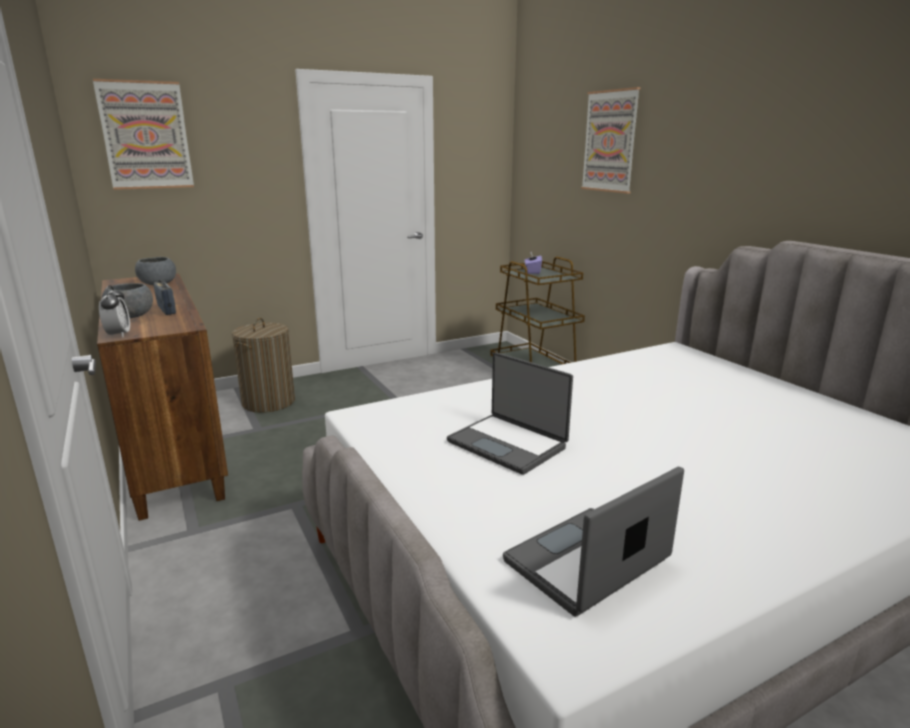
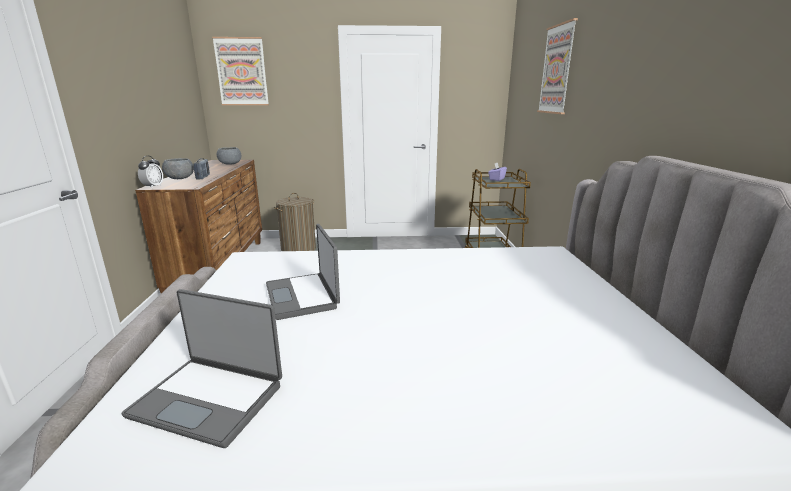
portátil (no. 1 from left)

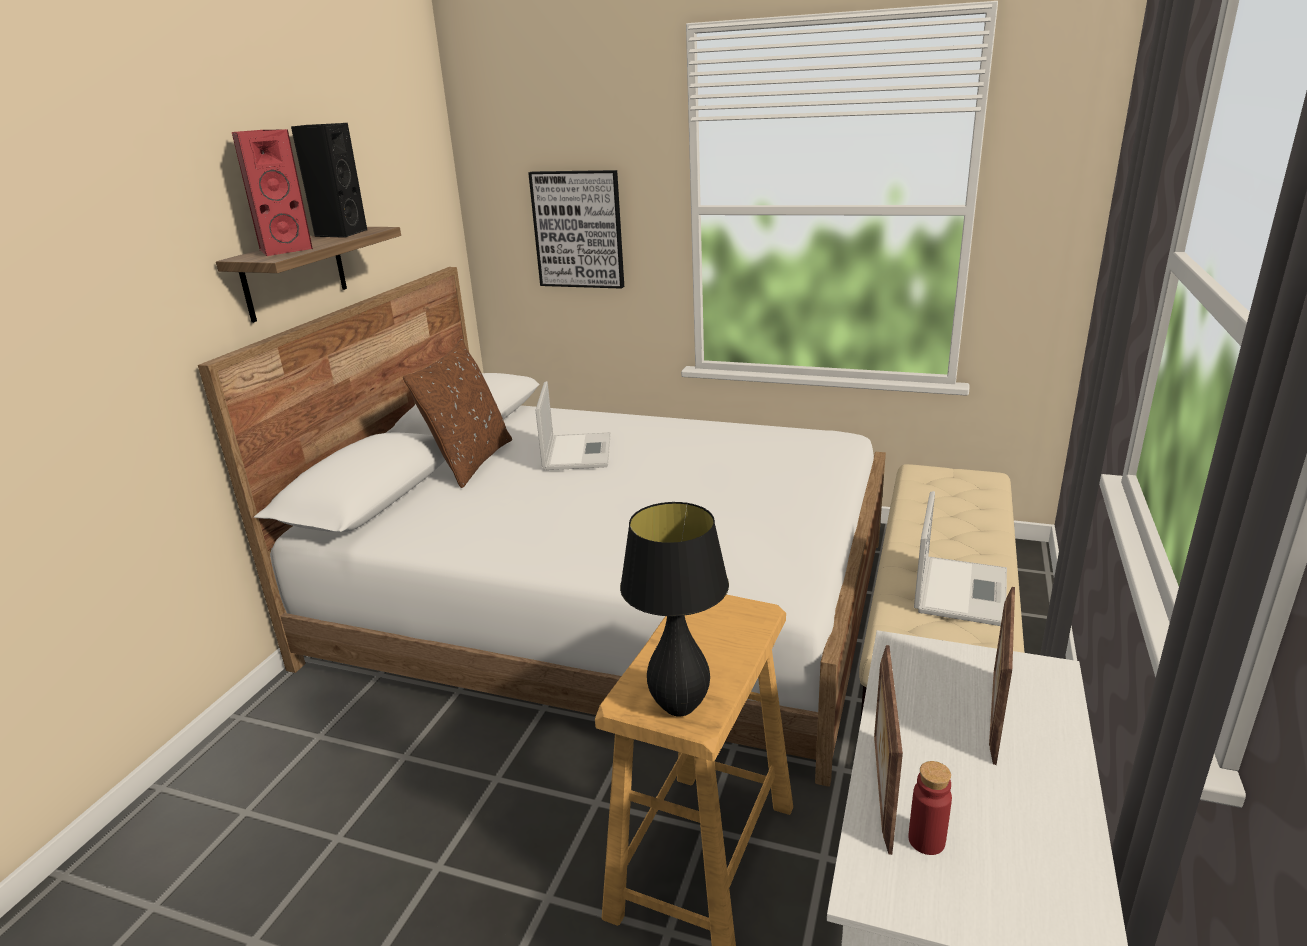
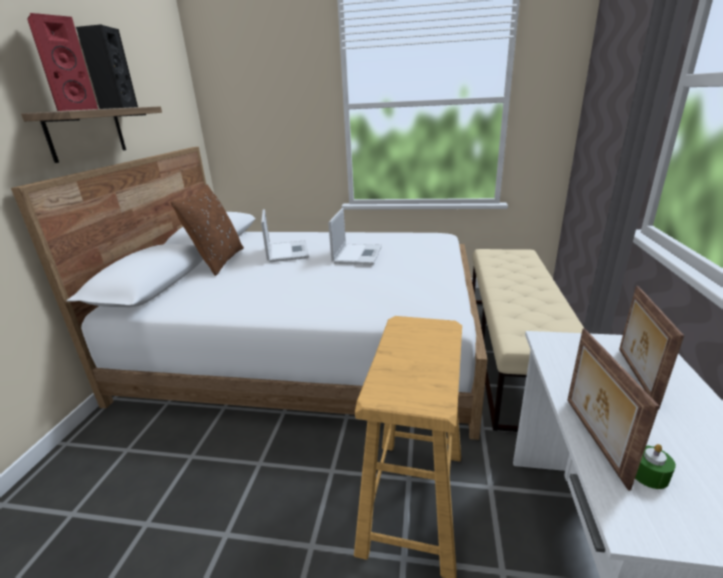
cuadro
lámpara de mesa/negro
vela/verde
portátil (no. 2 from left)

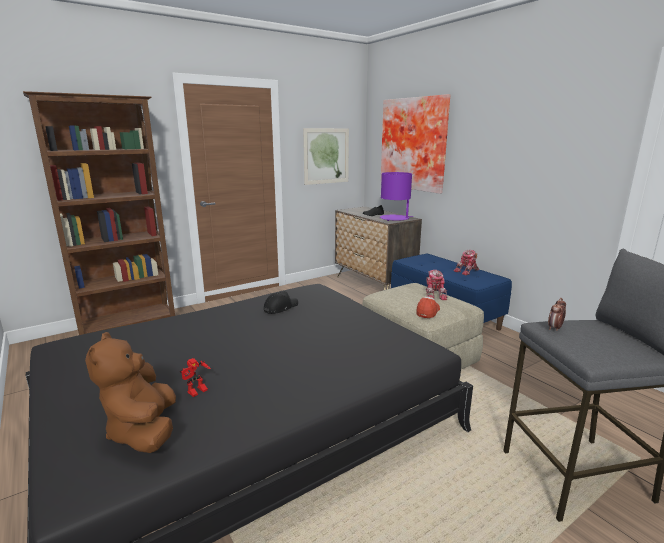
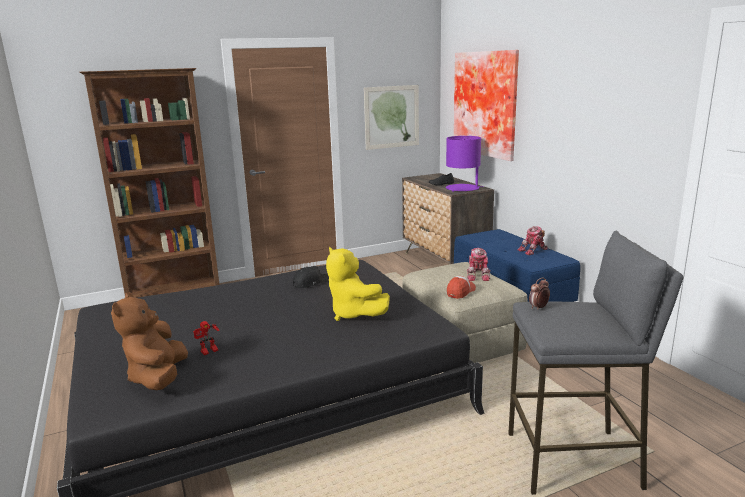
peluche/amarillo

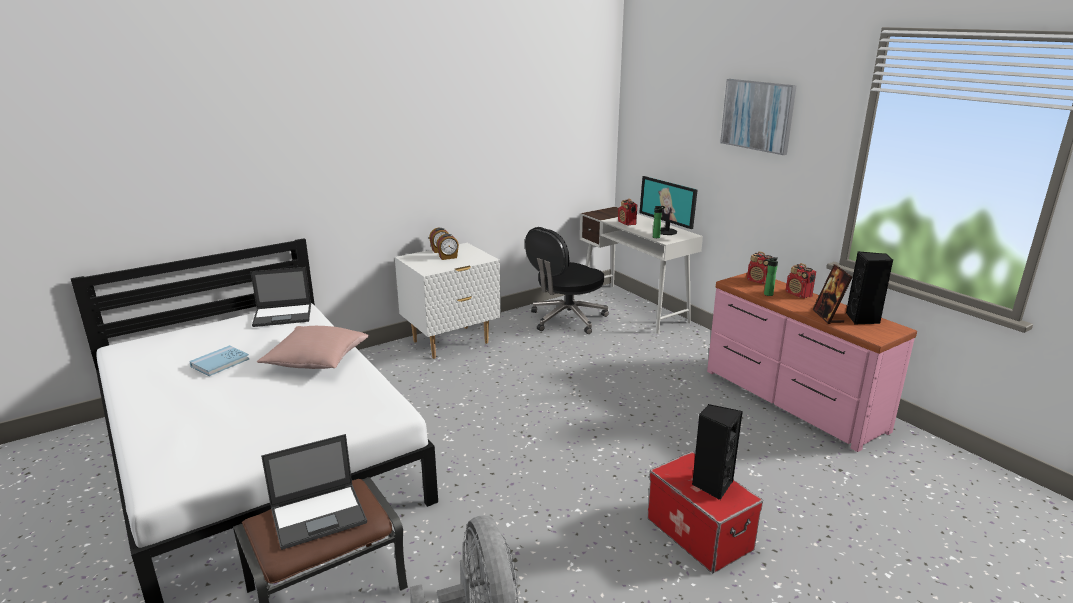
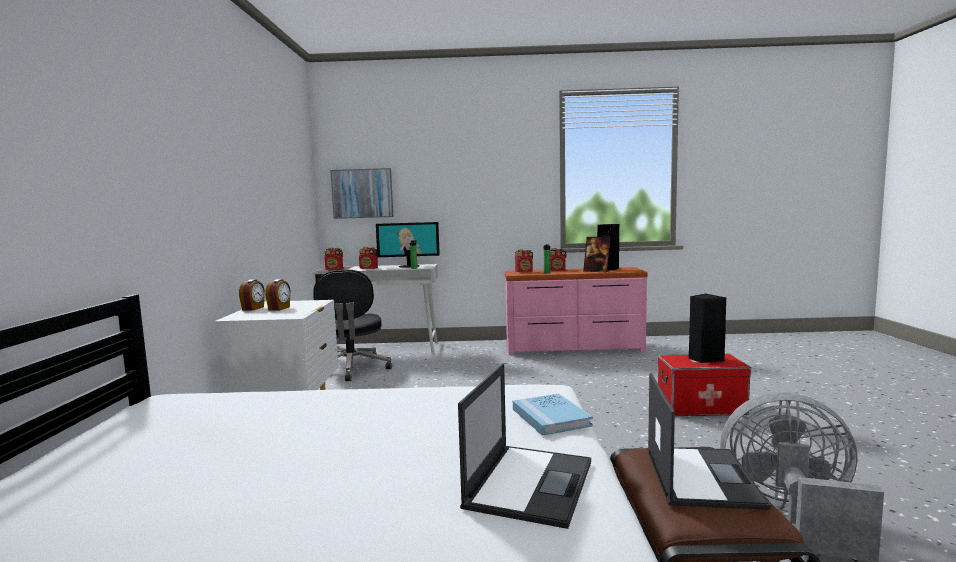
libro/azul
portátil (no. 1 from left)
cojín/rosa
cuadro
radio (no. 1 from left)

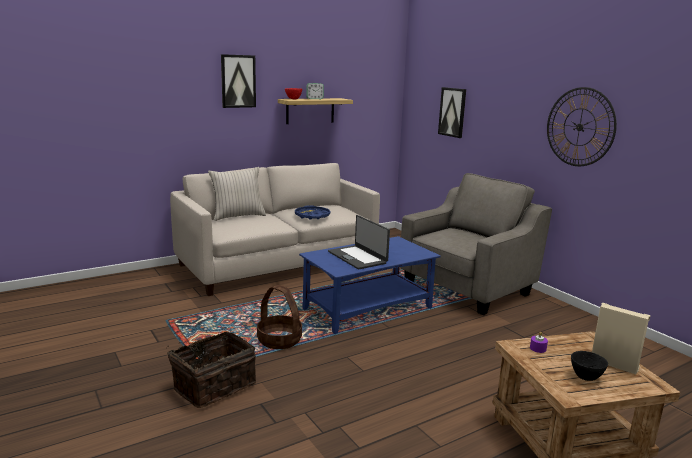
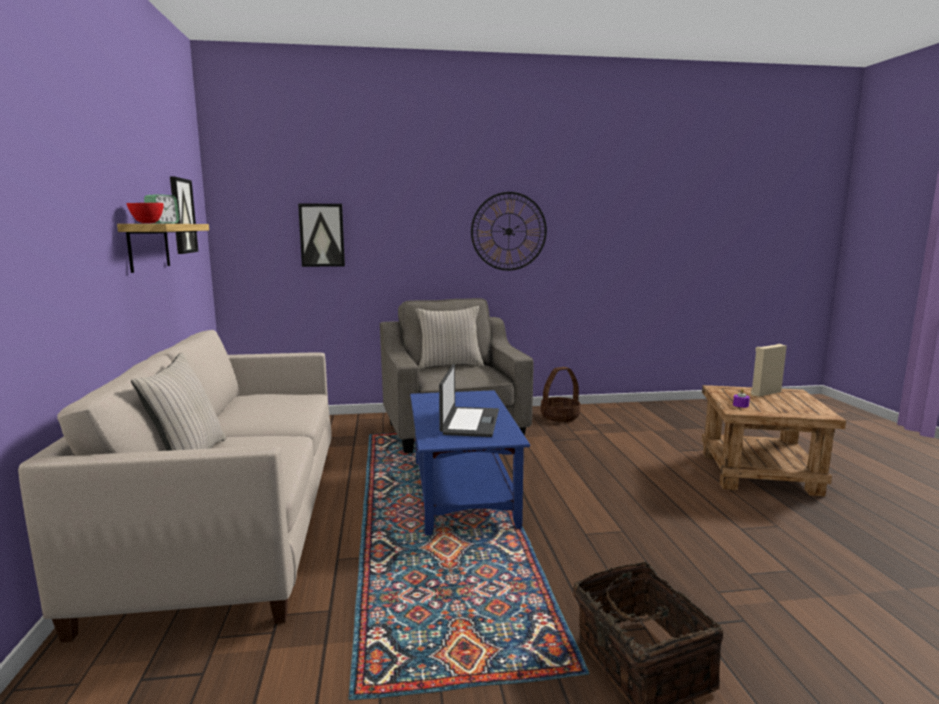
cuadro (no. 1 from left)
cesta (no. 1 from left)
bandeja/azul
portátil
cuenco/negro
cojín/beis (no. 2 from left)

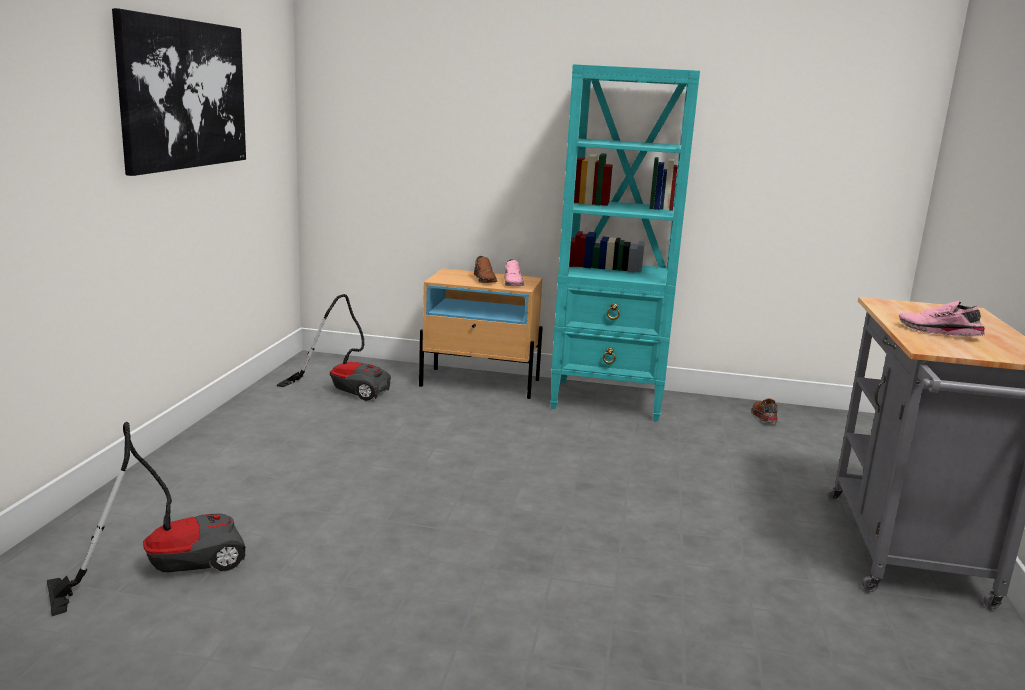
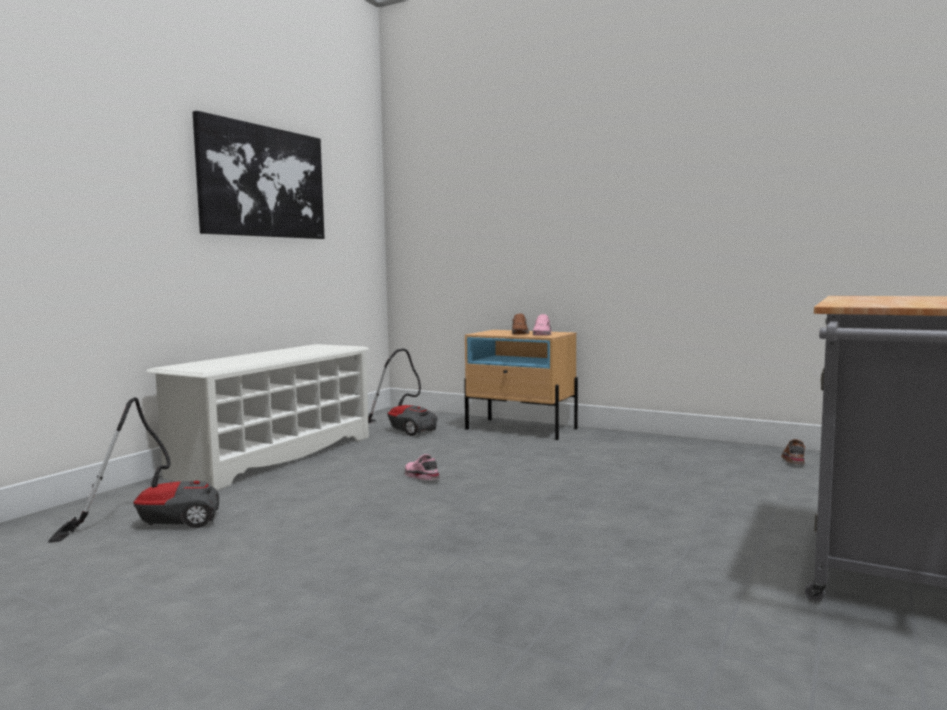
estantería/turquesa
zapato/rosa (no. 1 from left)
zapatero/blanco

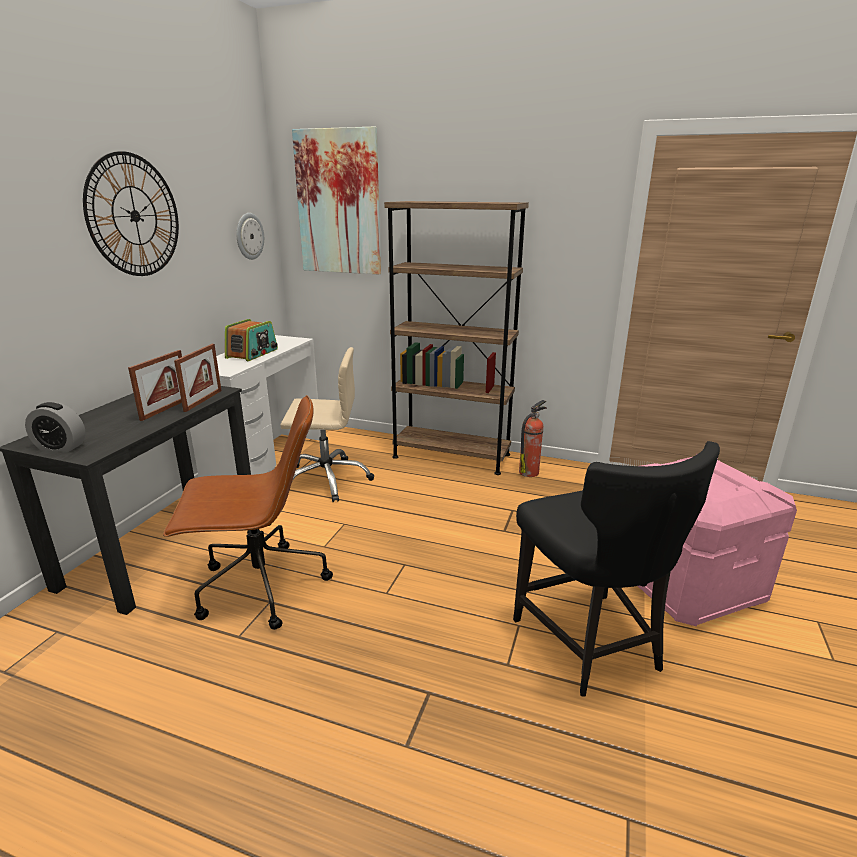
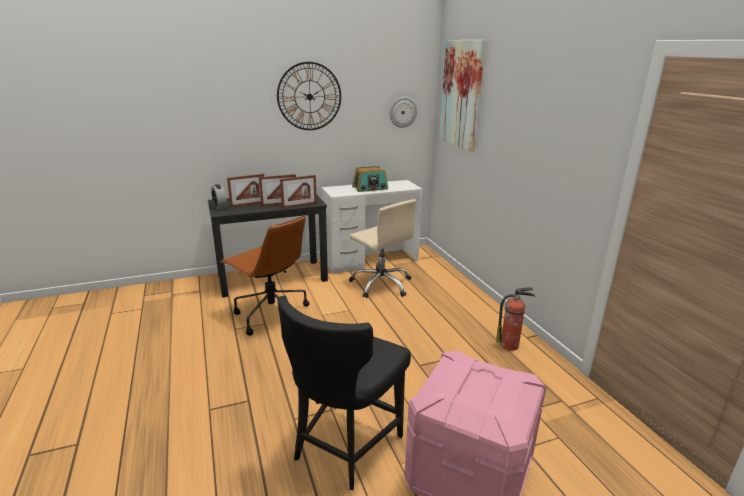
estantería/marrón
portarretratos (no. 1 from left)

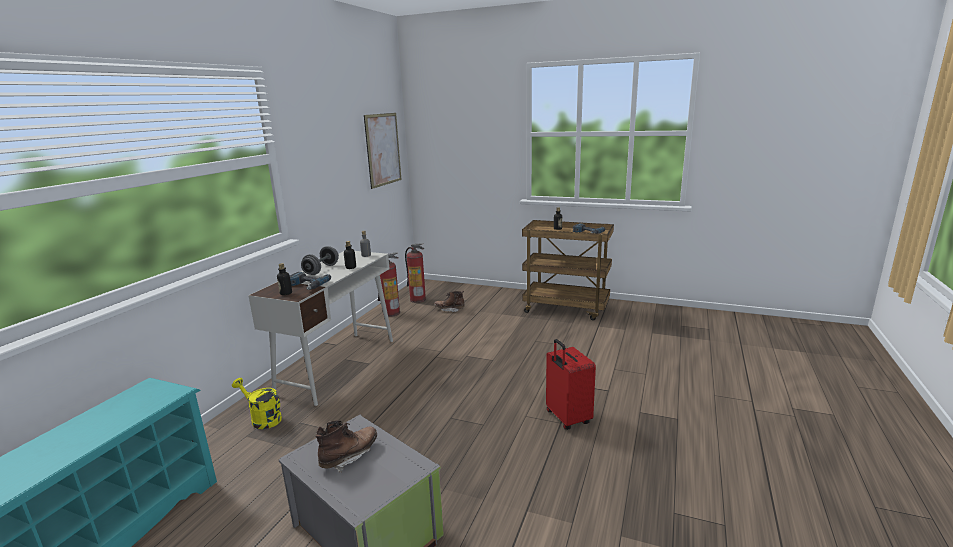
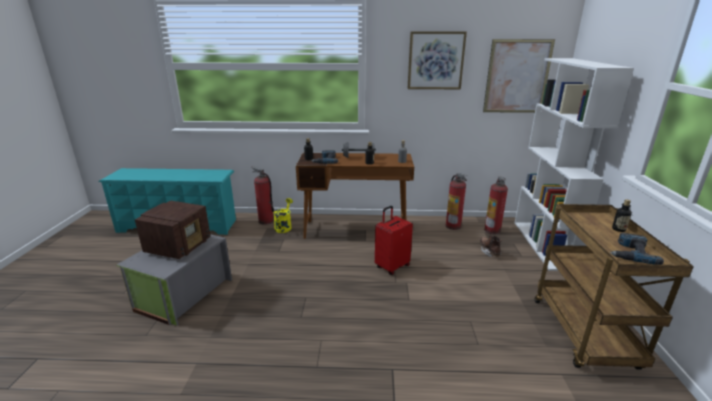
escritorio/marrón
radio
maleta/rojo
extintor (no. 1 from left)
cuadro (no. 1 from left)
estantería/blanco

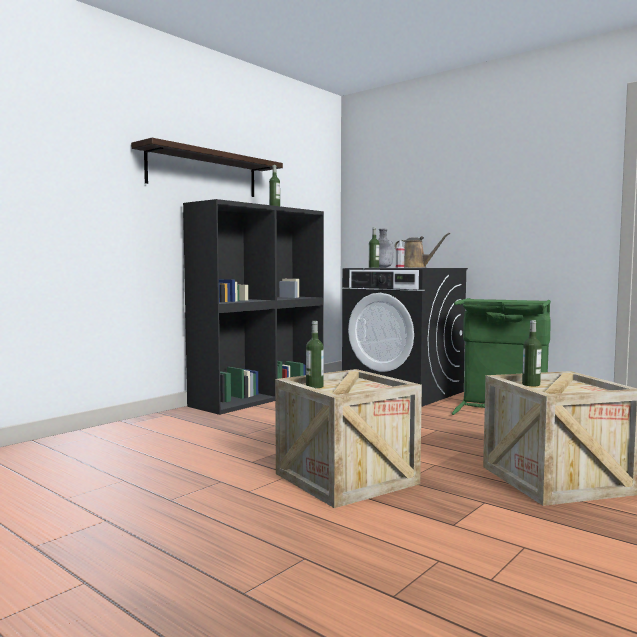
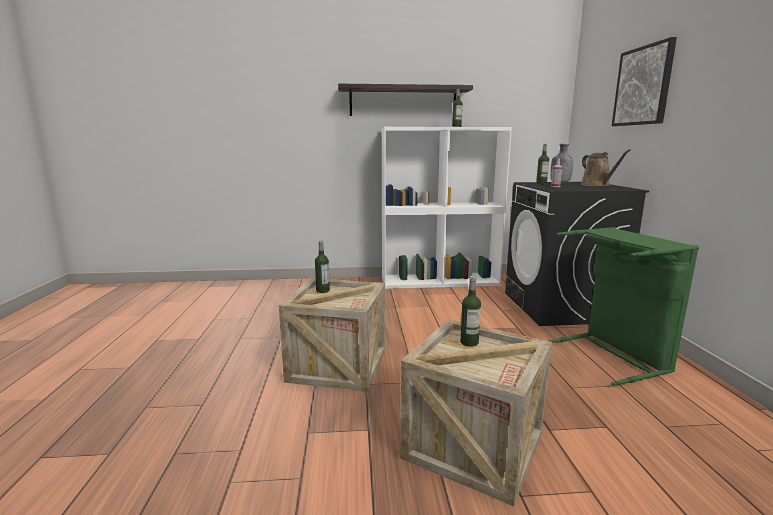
estantería/blanco
cuadro

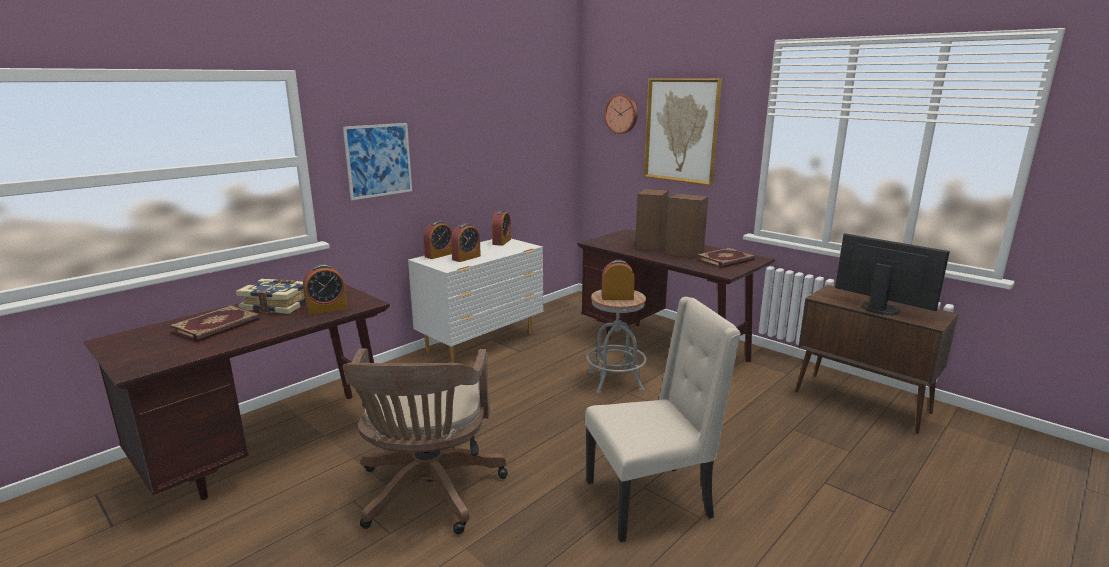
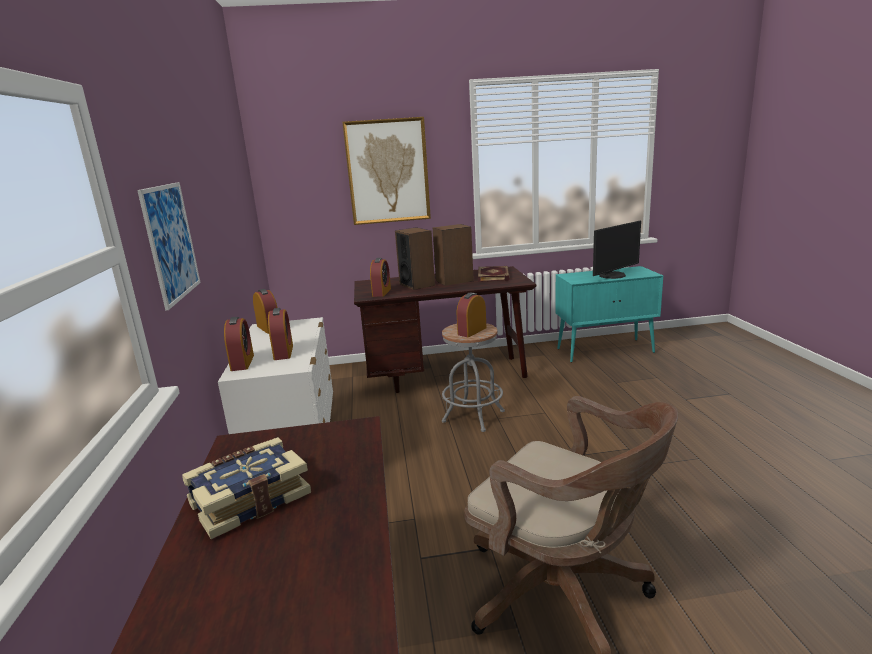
libro (no. 1 from left in the first image)
despertador (no. 4 from left)
silla/beis
reloj de pared
armario/turquesa
monitor

